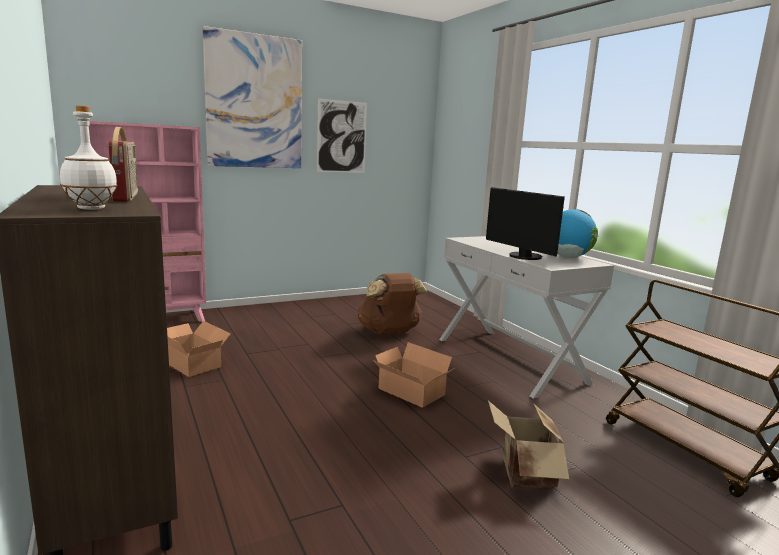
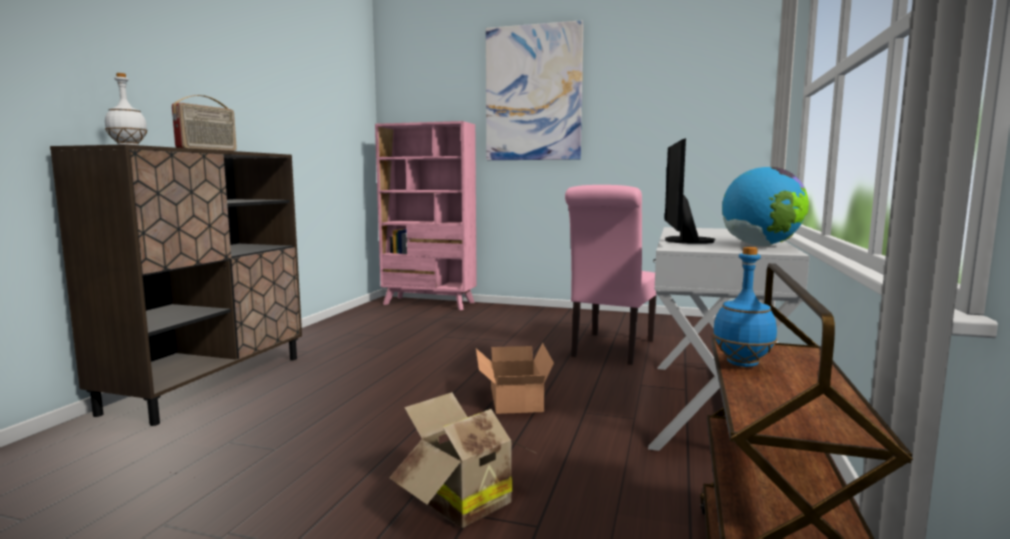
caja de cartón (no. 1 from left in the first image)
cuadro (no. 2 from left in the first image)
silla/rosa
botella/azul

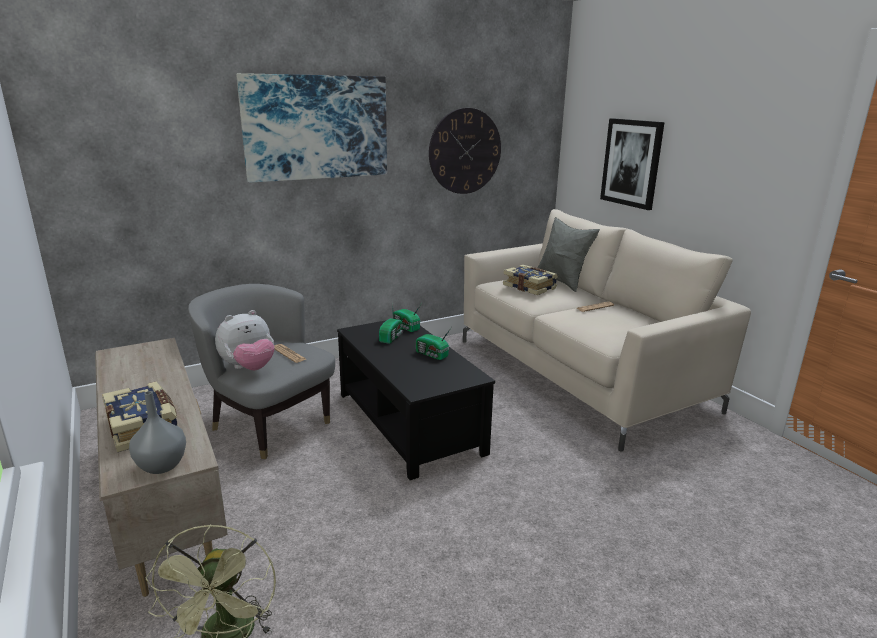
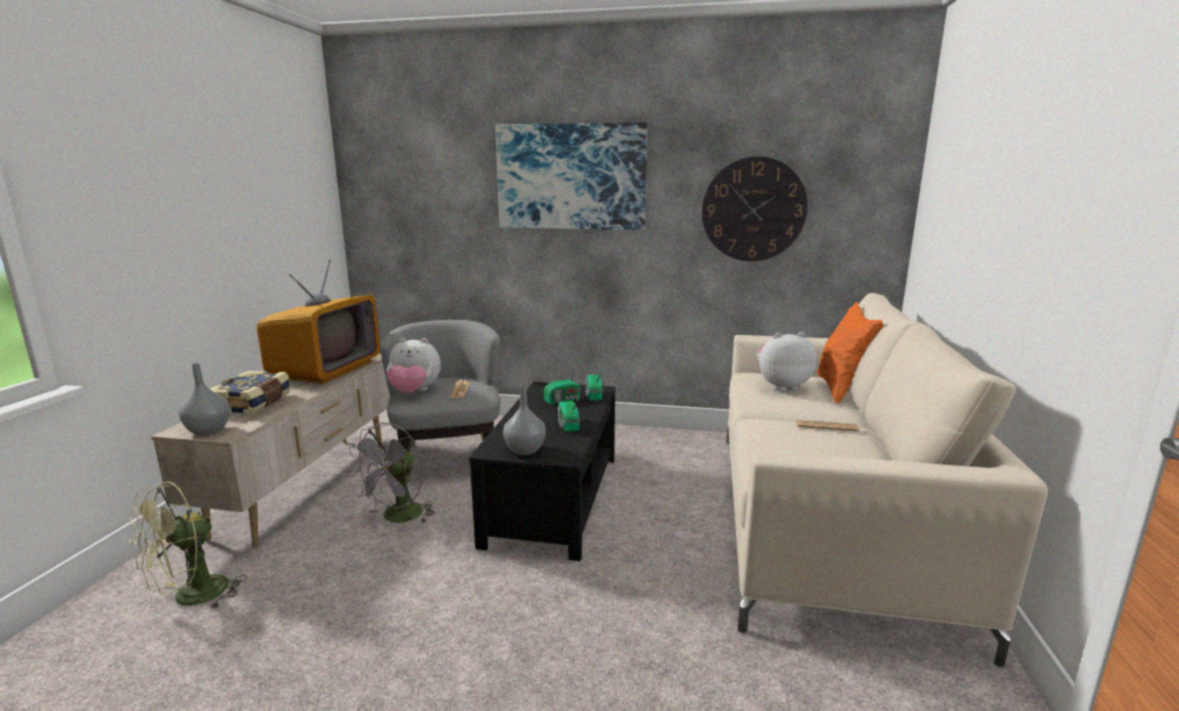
peluche (no. 2 from left)
cojín/naranja
cuadro (no. 2 from left in the first image)
televisor
ventilador/gris
florero/gris (no. 2 from left)

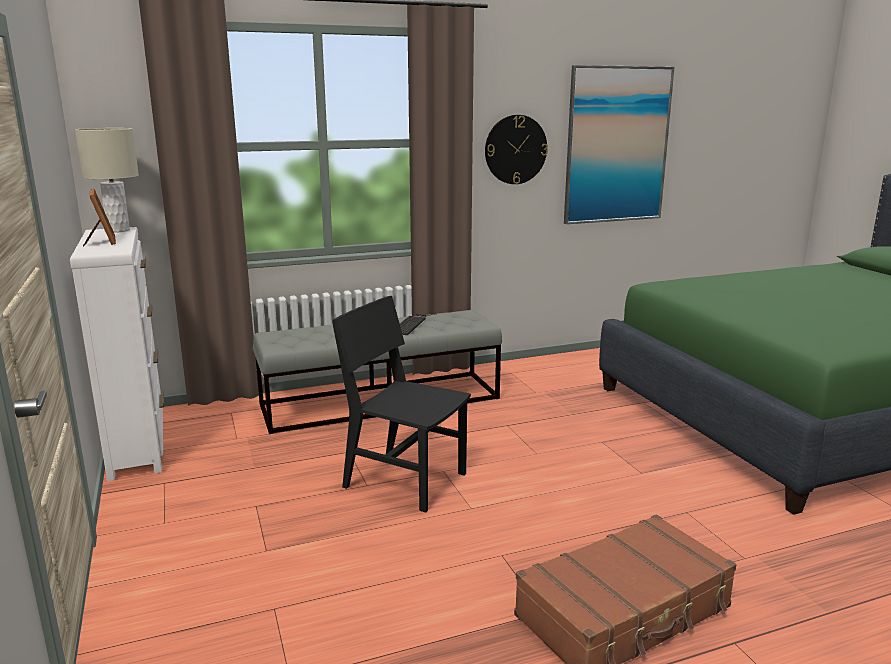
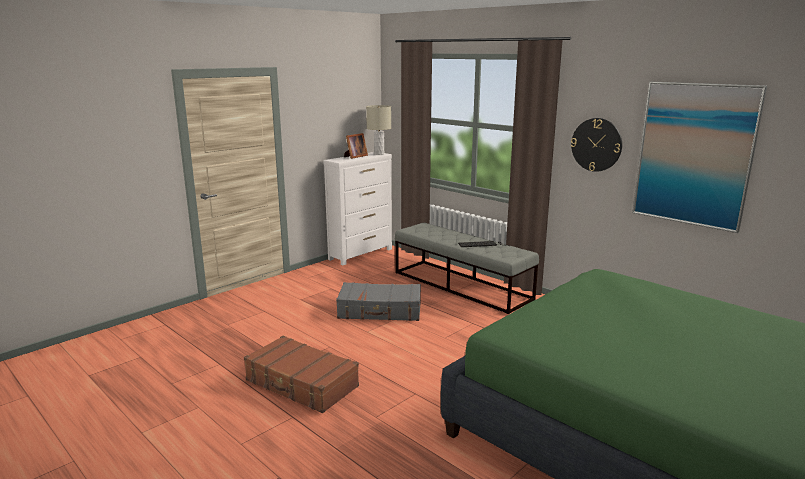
maleta/gris

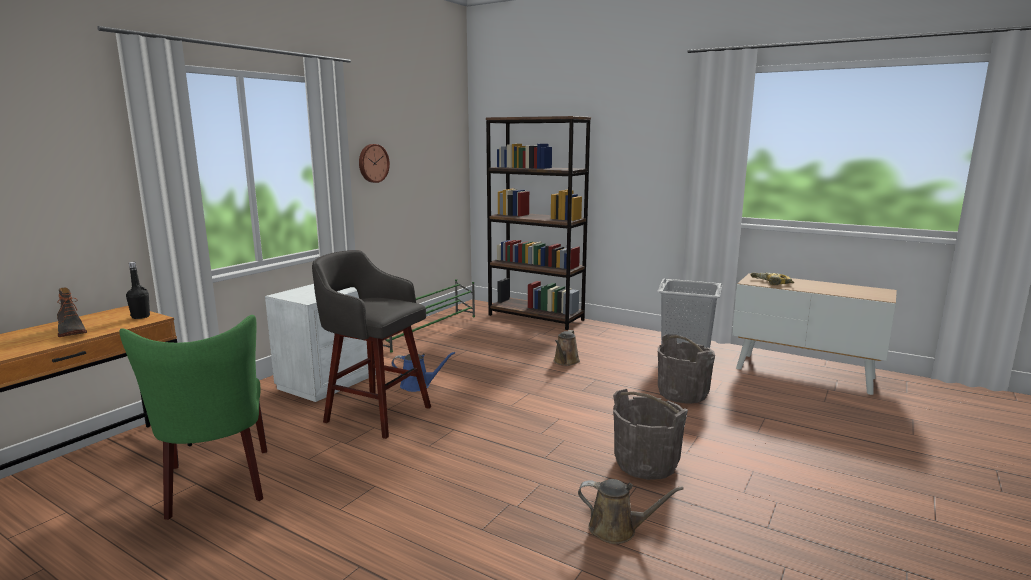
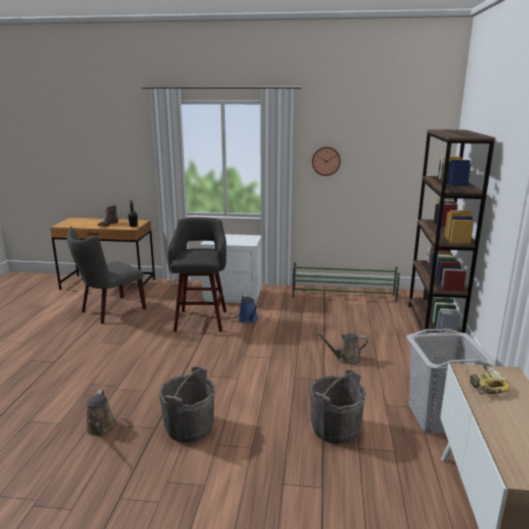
silla/gris

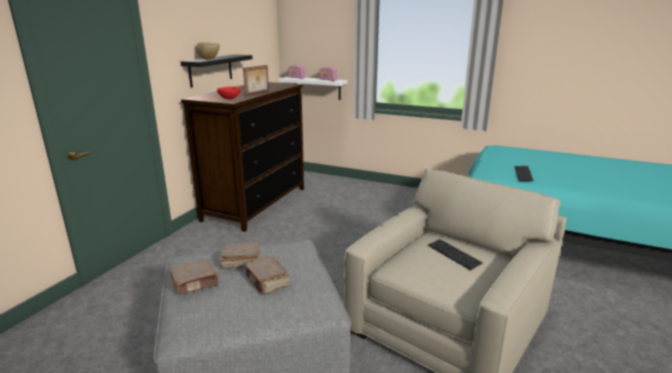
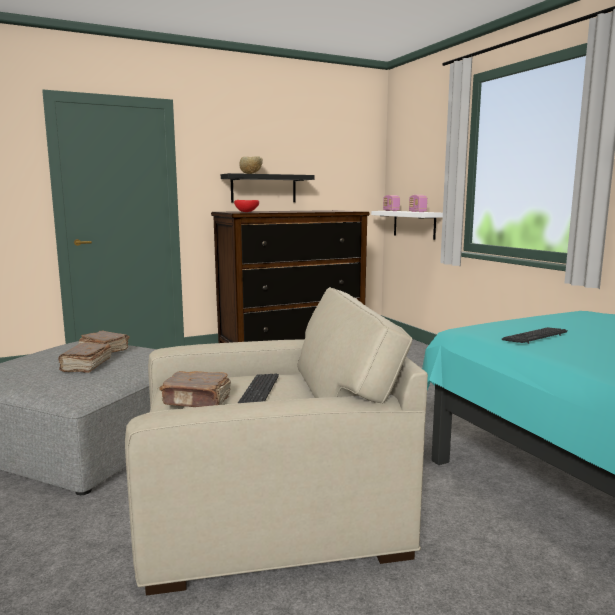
libro/marrón (no. 3 from left)
portarretratos

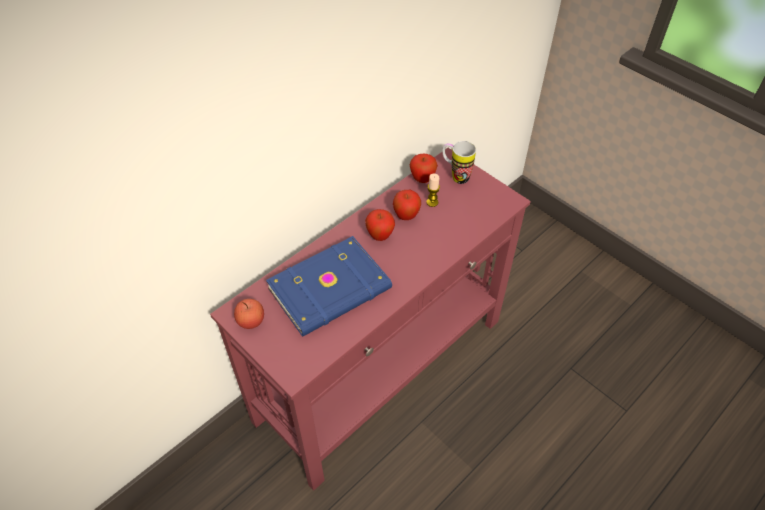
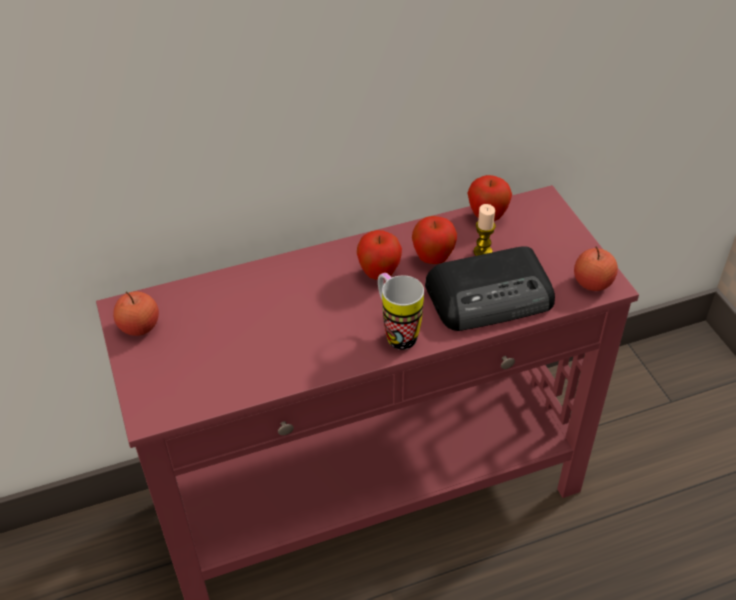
libro/azul
taza grande
radio
manzana (no. 5 from left)

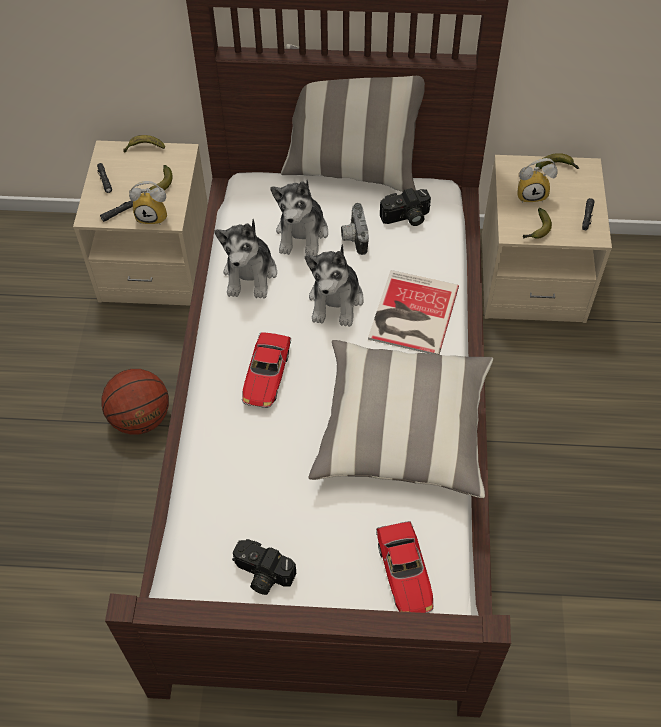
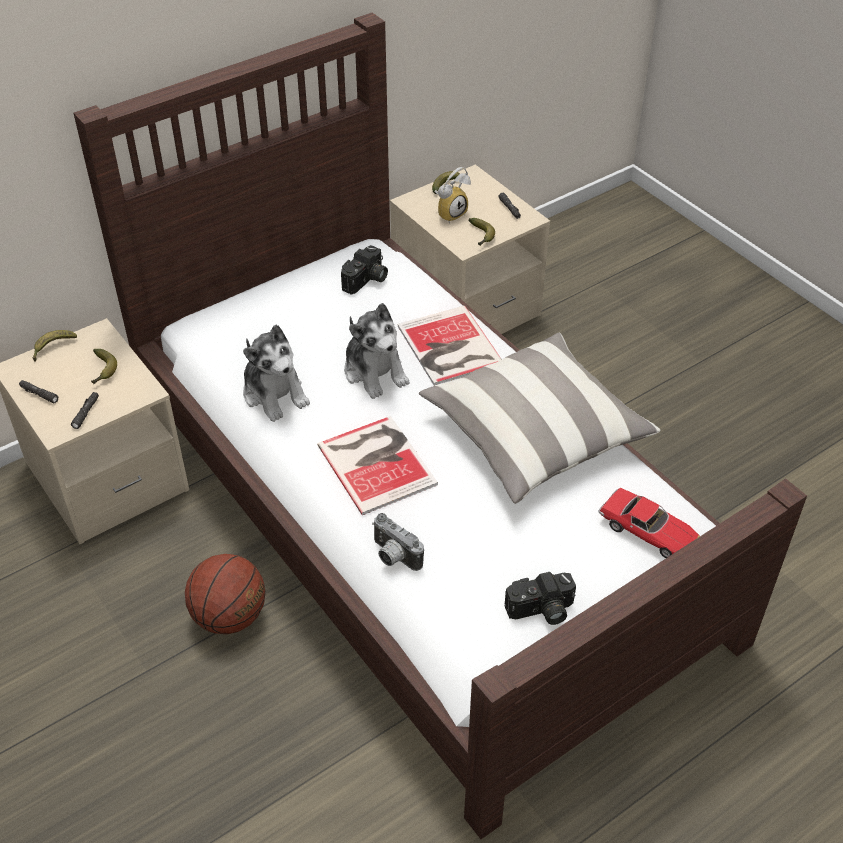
despertador (no. 1 from left in the first image)
libro (no. 1 from left)
peluche (no. 2 from left in the first image)
cojín (no. 1 from left in the first image)
cámara (no. 2 from left)

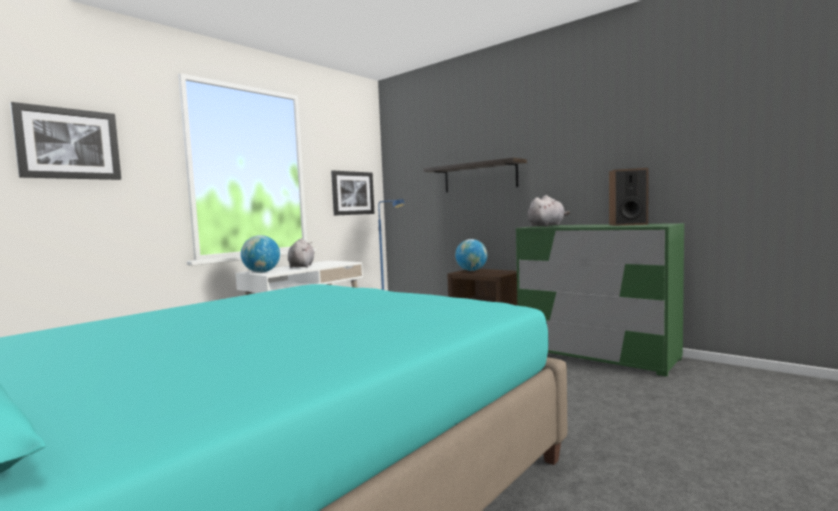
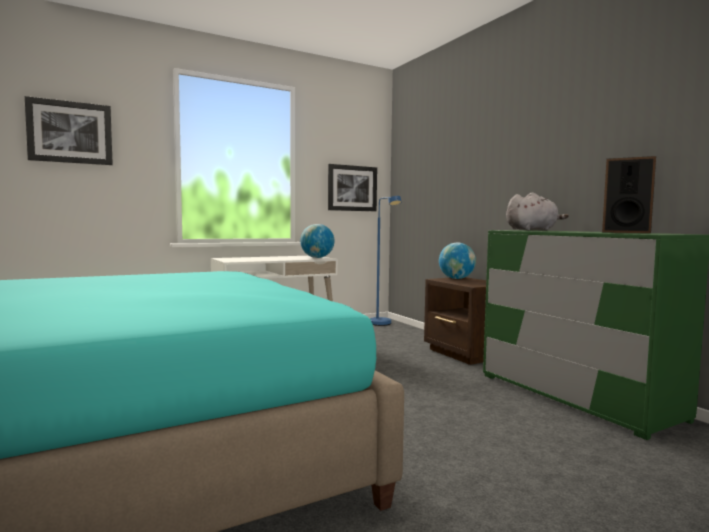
globo terráqueo (no. 1 from left)
peluche/gris (no. 1 from left in the first image)
estante

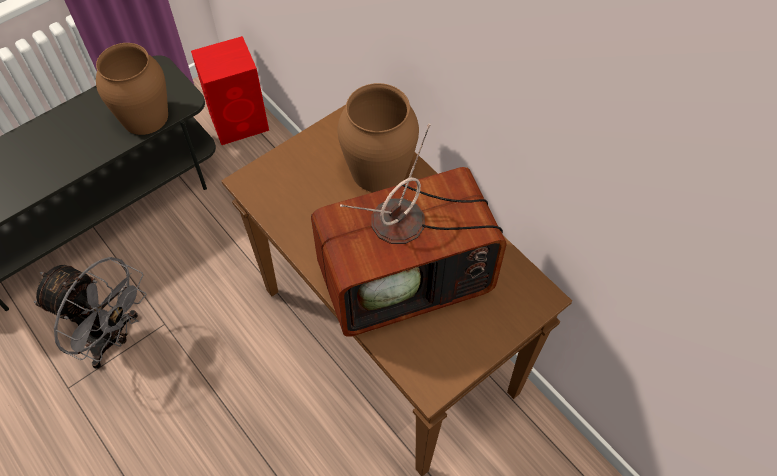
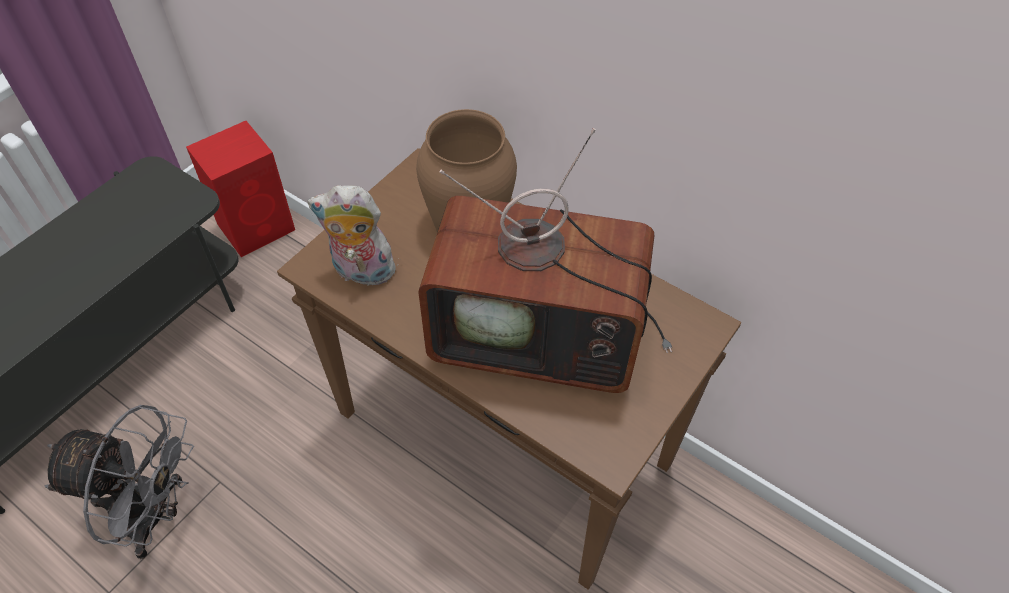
florero/marrón (no. 1 from left in the first image)
televisor
peluche

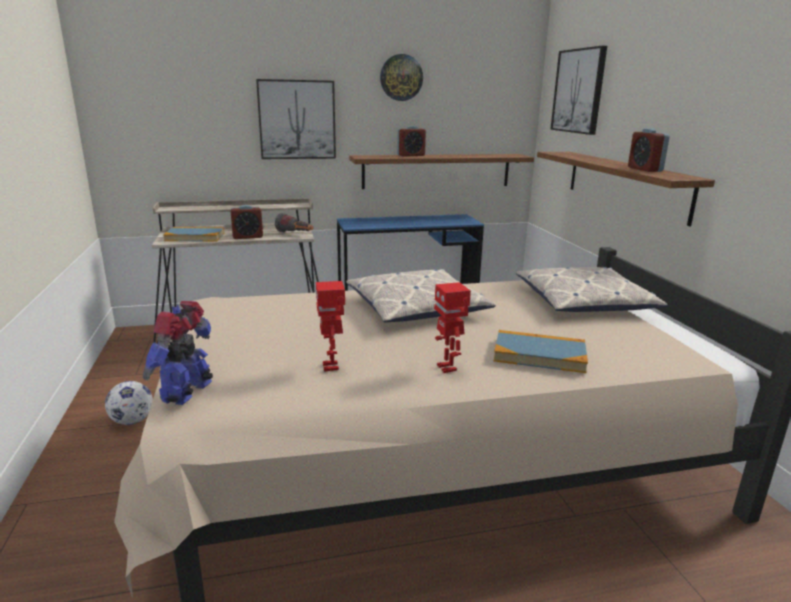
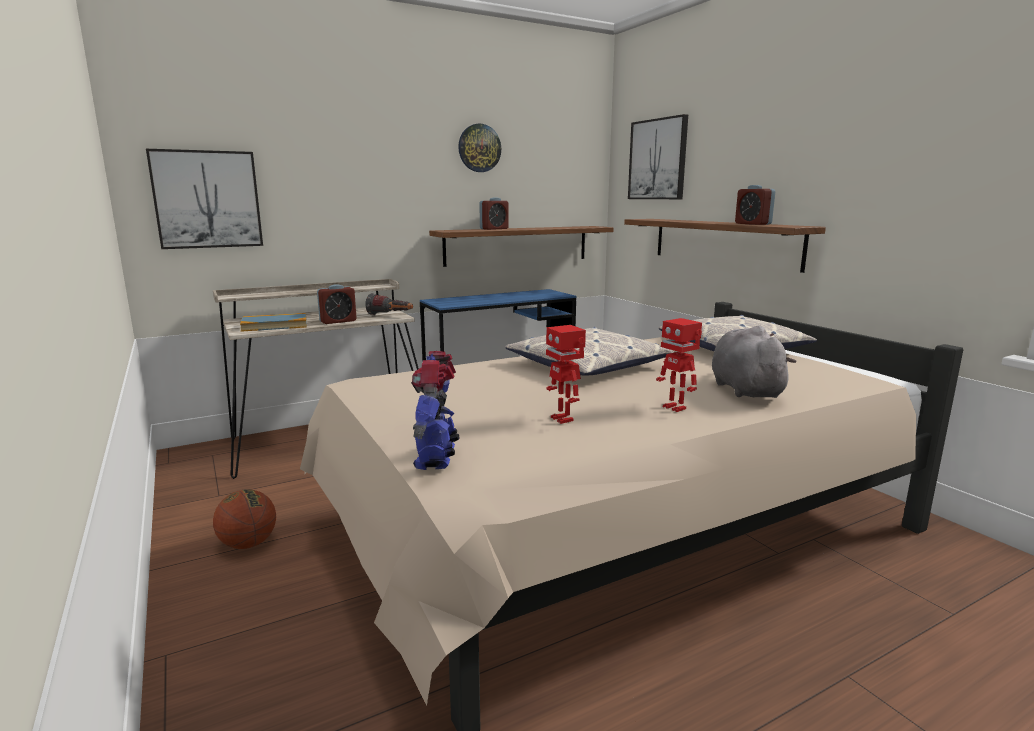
balón de baloncesto
cuadro (no. 1 from left)
peluche/gris

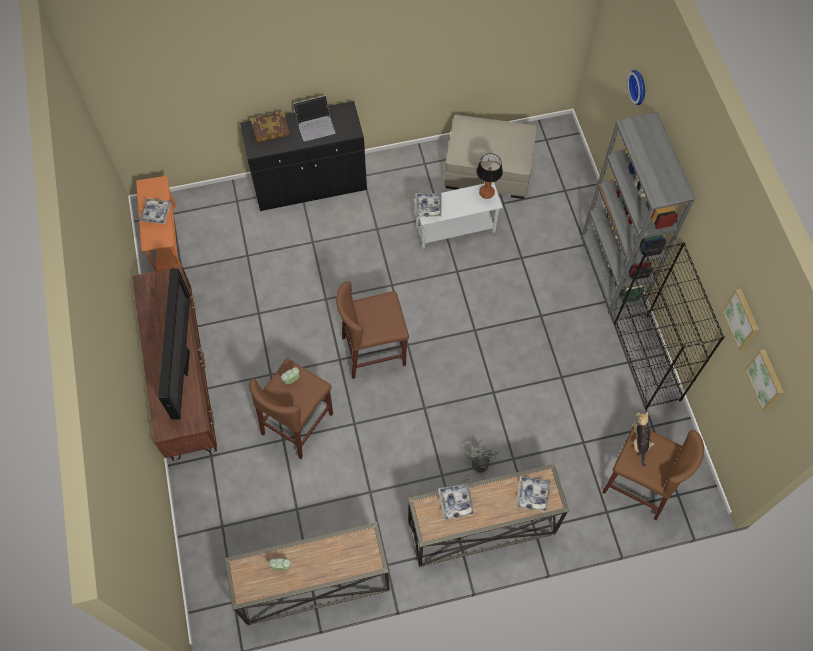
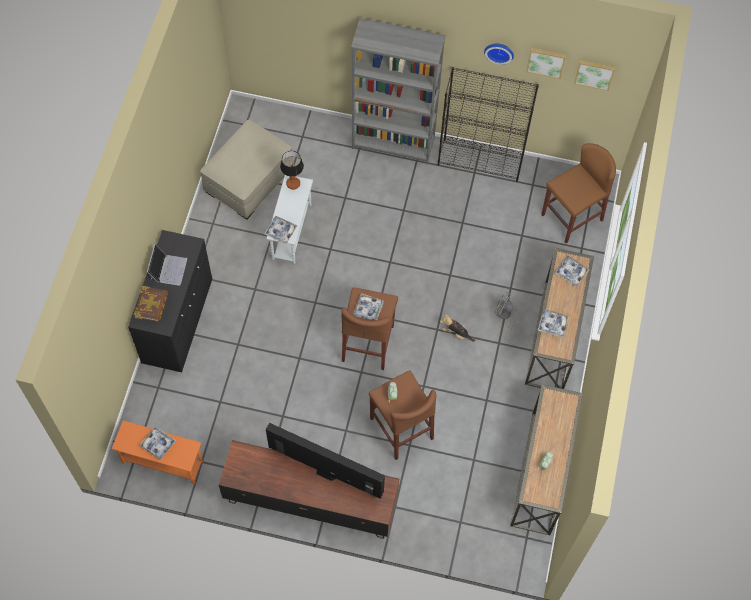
reloj de pared
peluche
bandeja (no. 3 from left)

